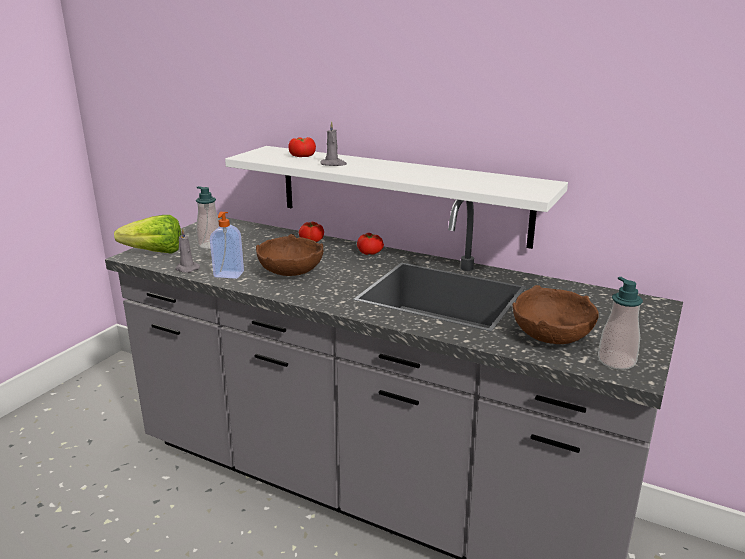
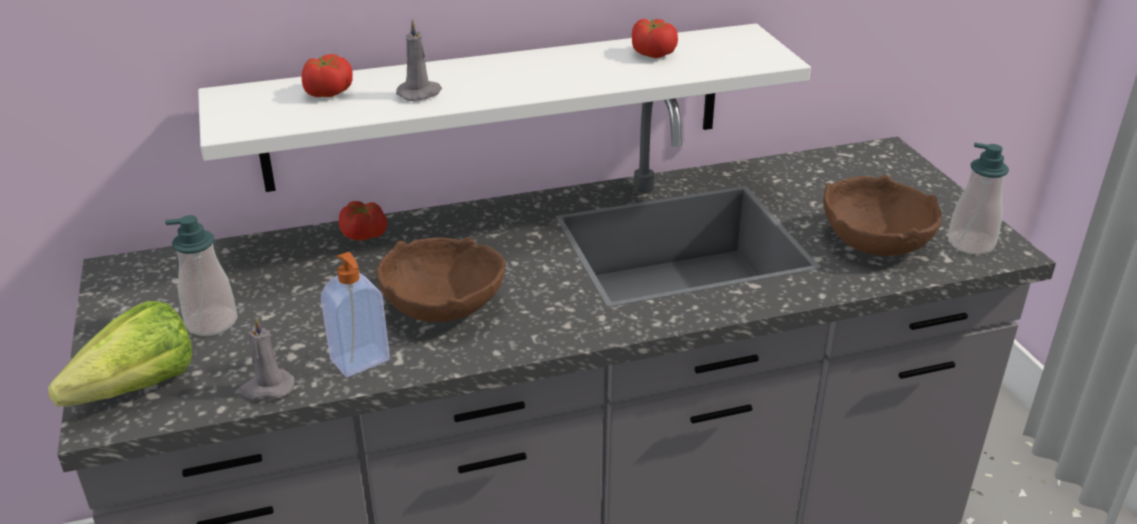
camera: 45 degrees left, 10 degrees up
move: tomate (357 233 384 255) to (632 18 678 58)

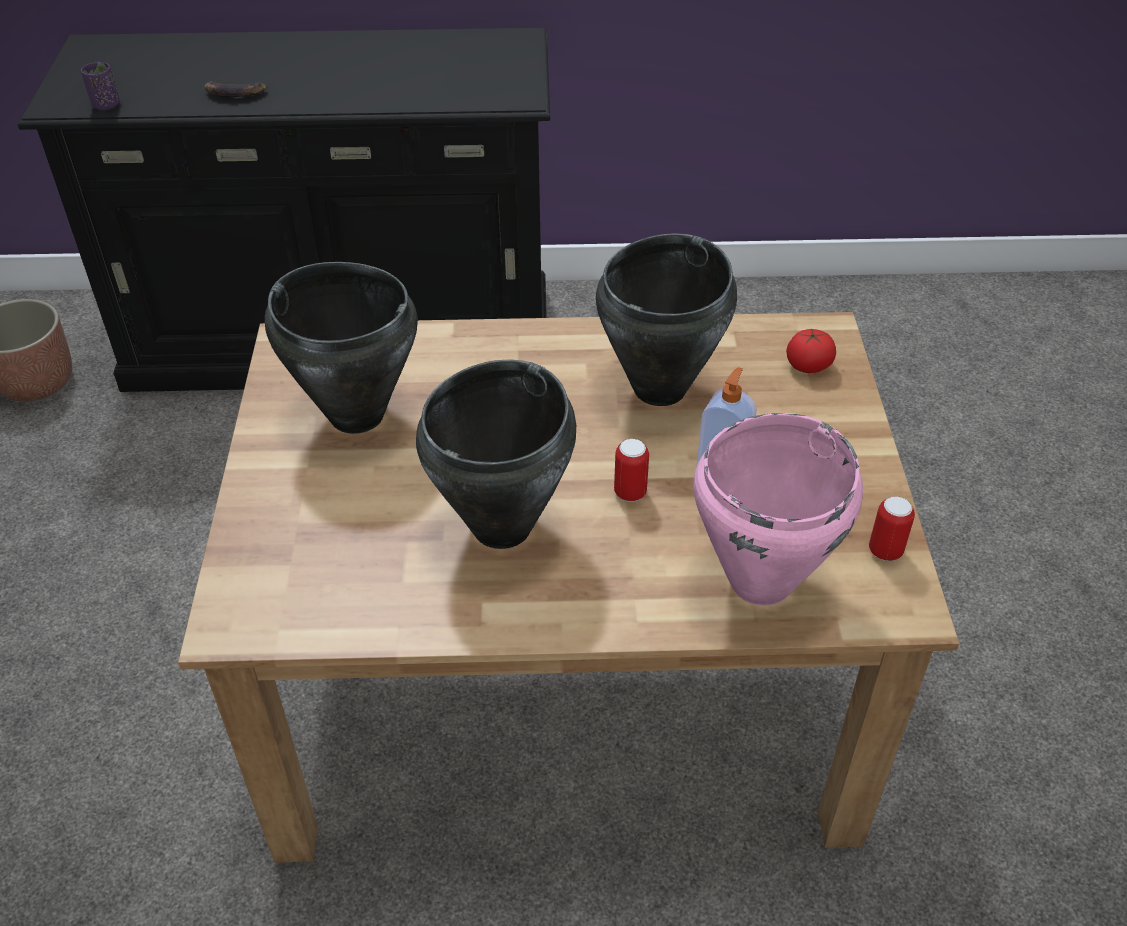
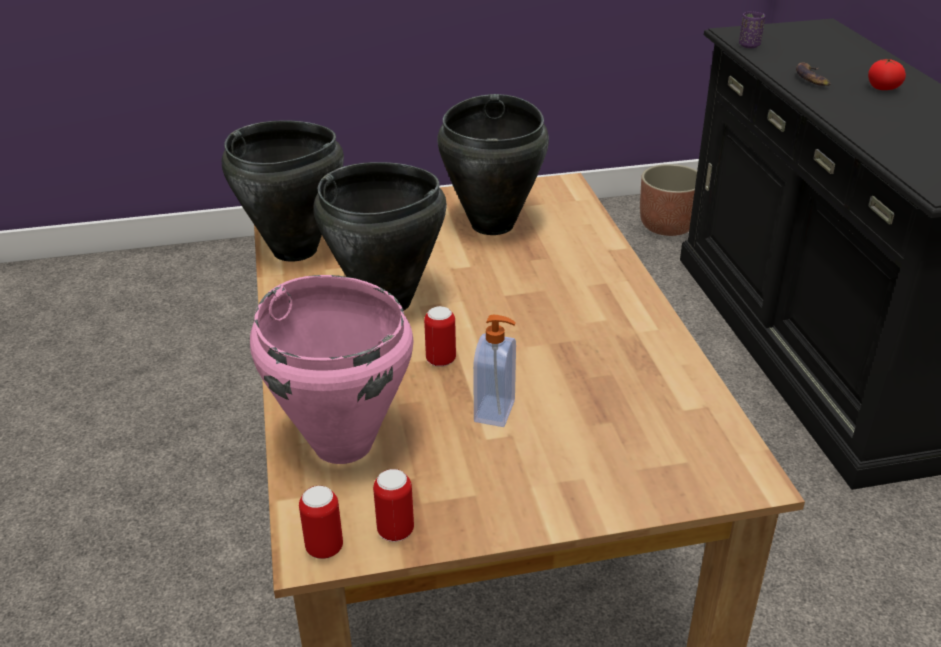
camera: 80 degrees right, 10 degrees down
insert: boîte métallique (299 486 343 559)
move: marmite [noir] (596 233 737 406) to (222 120 344 262); tomate (786 328 836 373) to (868 58 906 90)

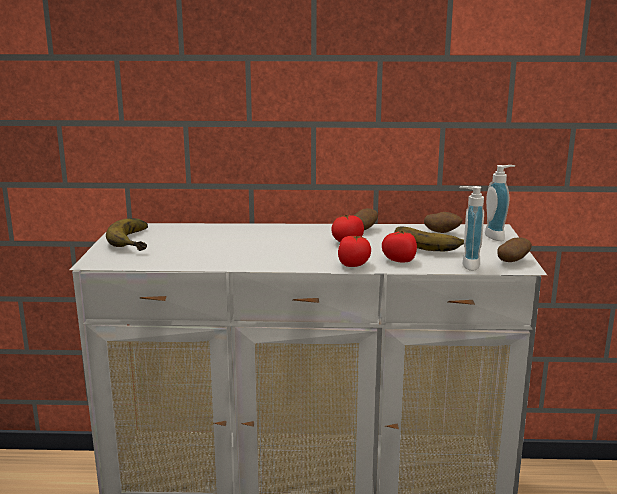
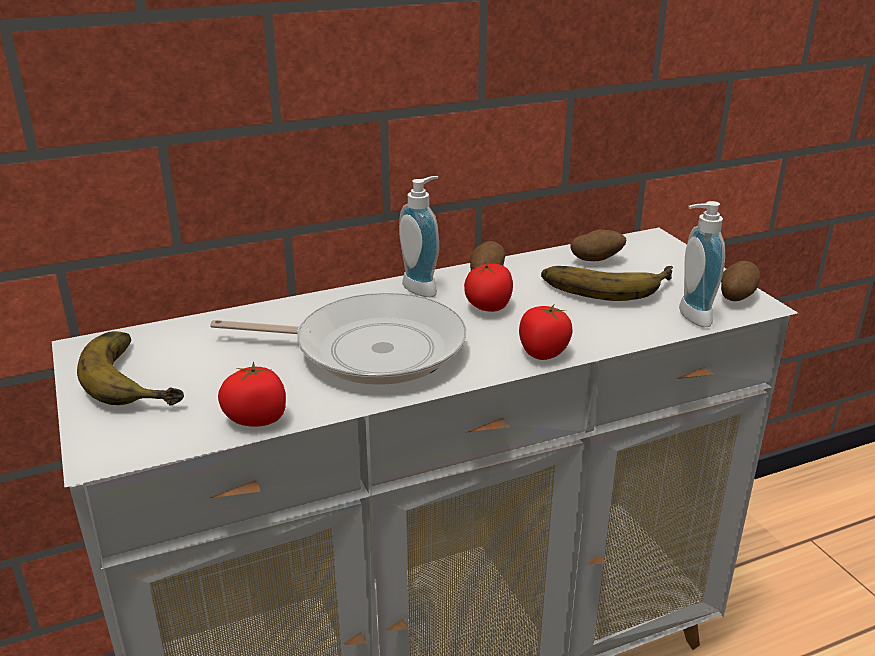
camera: 25 degrees left, 10 degrees up
insert: poêle (210 293 466 385)
move: tomate (382 230 417 263) to (218 361 286 427); distributeur de savon (485 165 515 241) to (399 176 439 297)

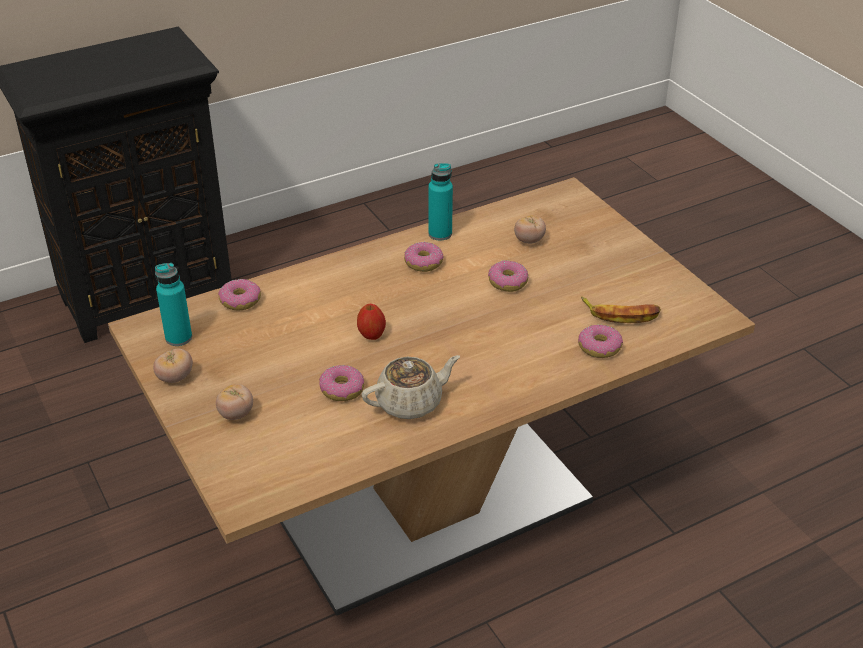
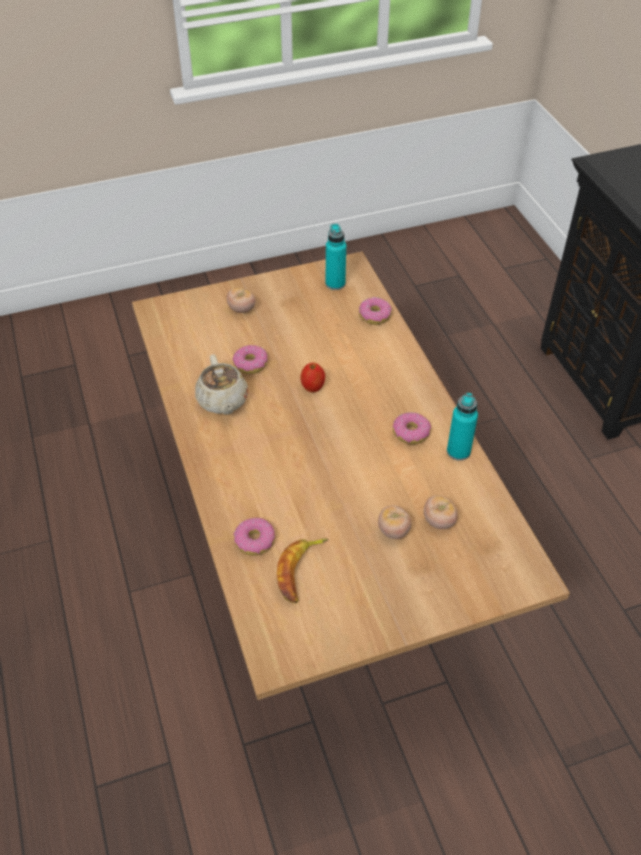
camera: 100 degrees right, 10 degrees up
delete: beignet (488 260 528 292)
move: tomate (153 348 193 383) to (378 505 411 539)

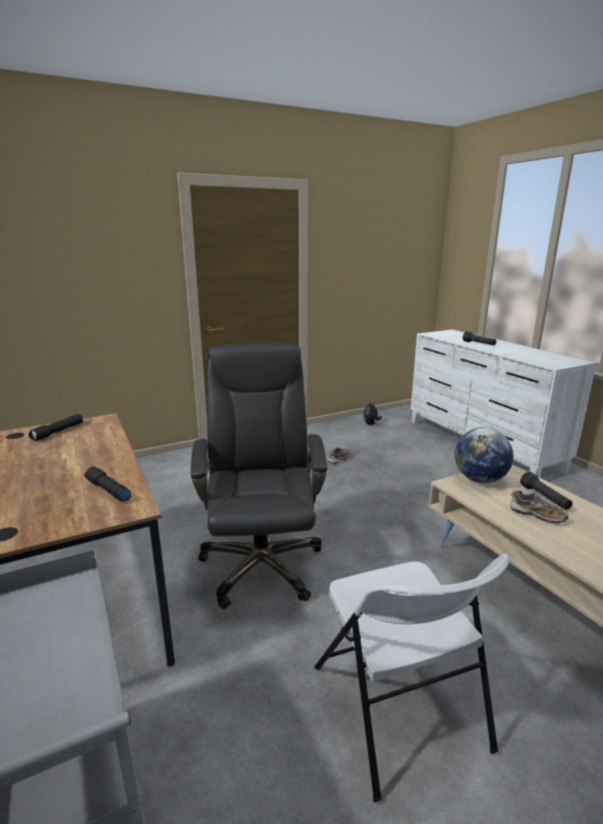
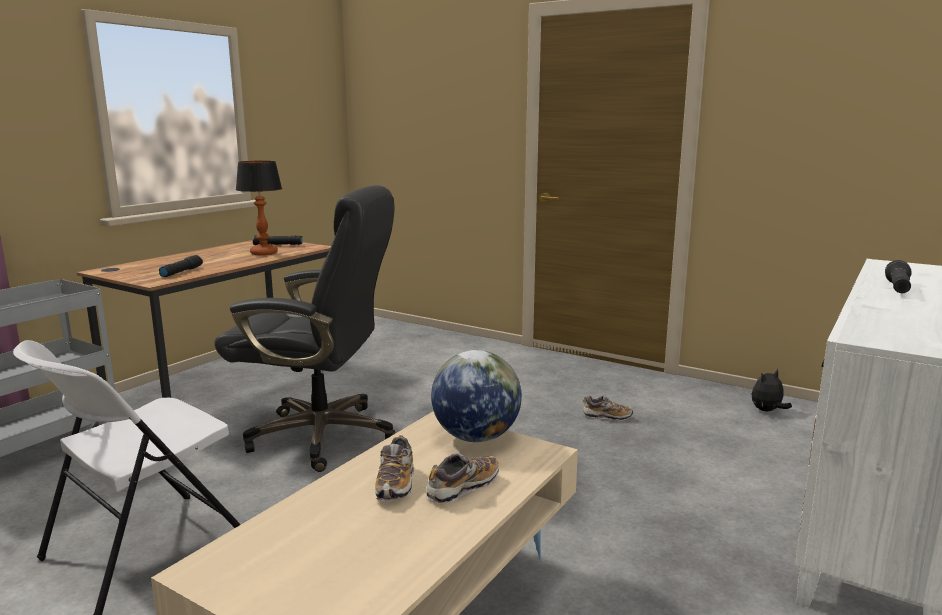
camera: 60 degrees right, 5 degrees down
insert: lampe de table (236 161 282 256)
replace: lampe de poche [noir] (520 472 573 510) to chaussure (426 453 499 503)
rotate: chaise de bureau [noir] (191 343 327 609) = (214 185 395 472) 45 degrees clockwise

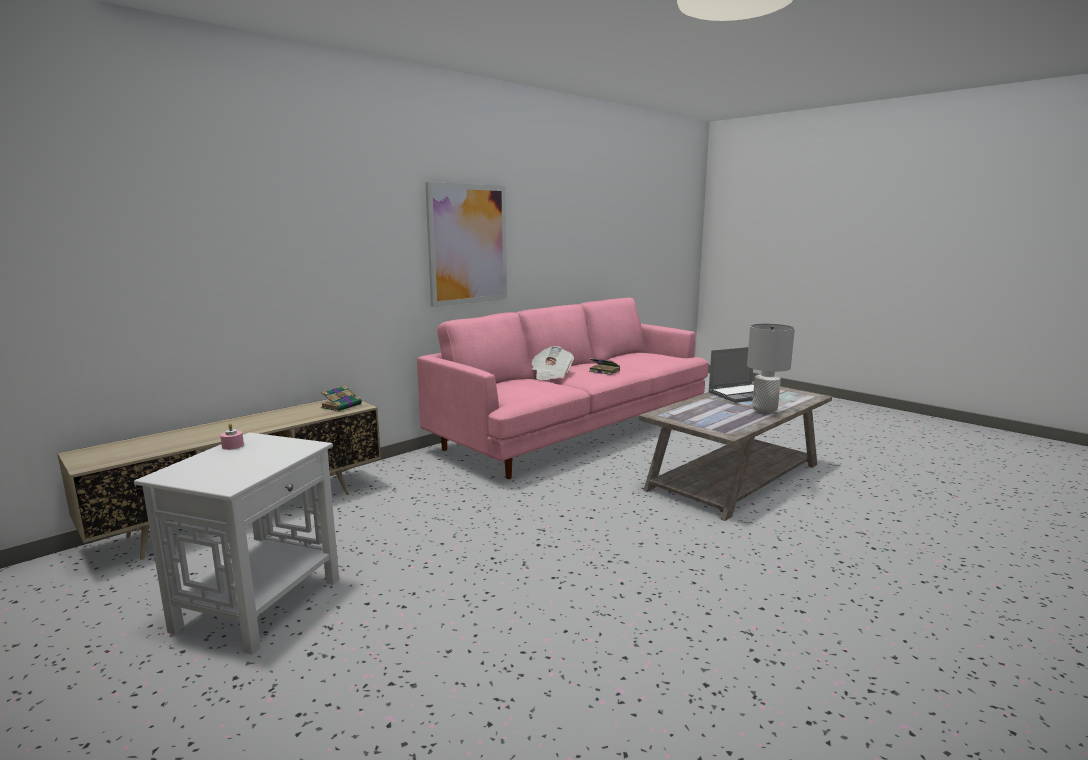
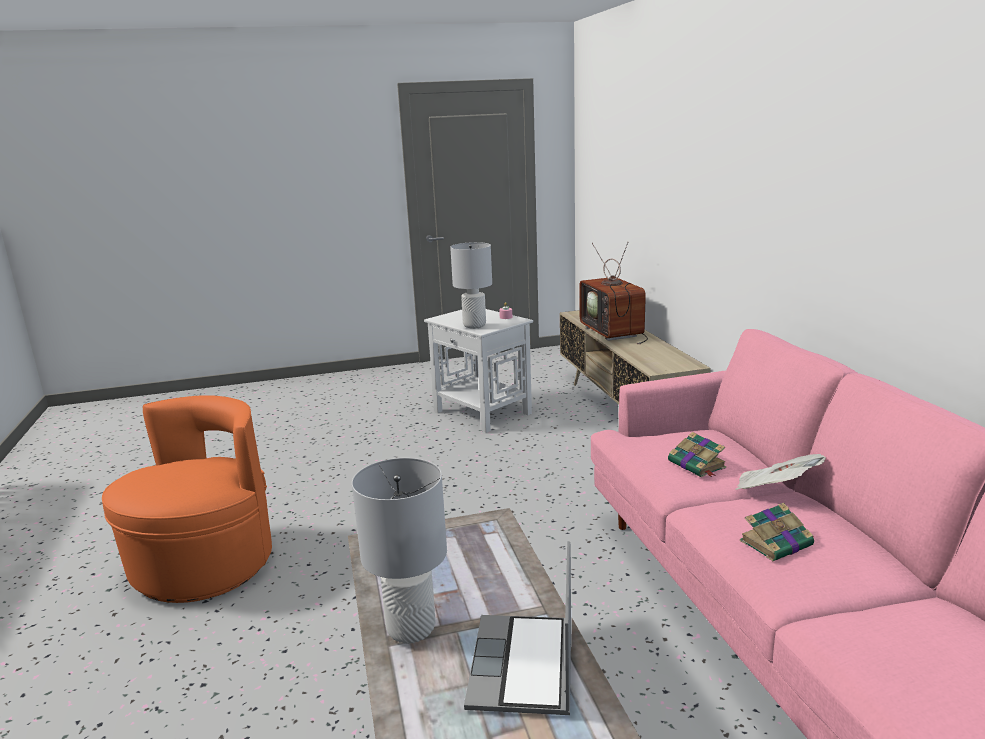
camera: 120 degrees right, 5 degrees up
delete: tableau (425 182 507 307)
insert: fauteuil [orange] (102 395 272 603); lampe de table [gris] (450 242 492 329); téléviseur (580 242 648 344)
move: livre (321 385 363 412) to (668 432 726 477)

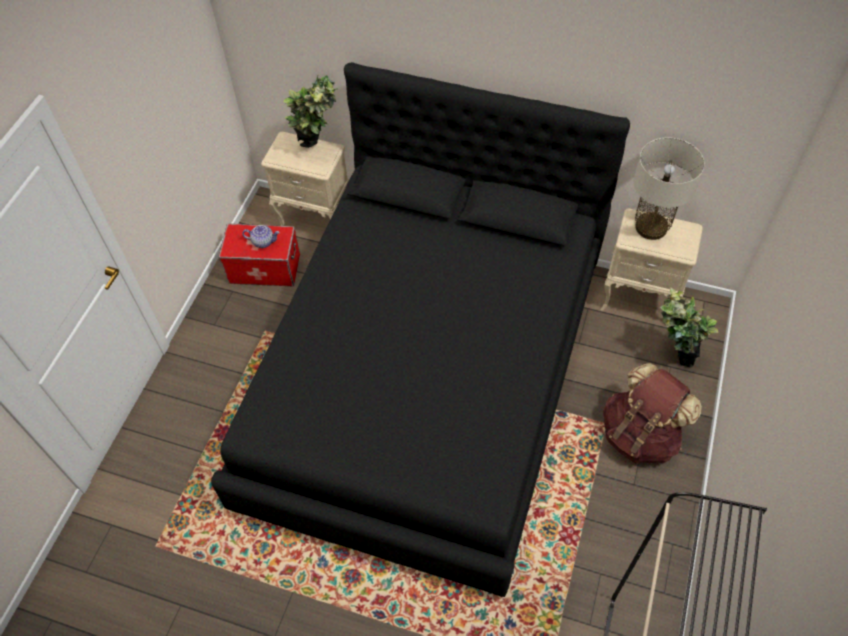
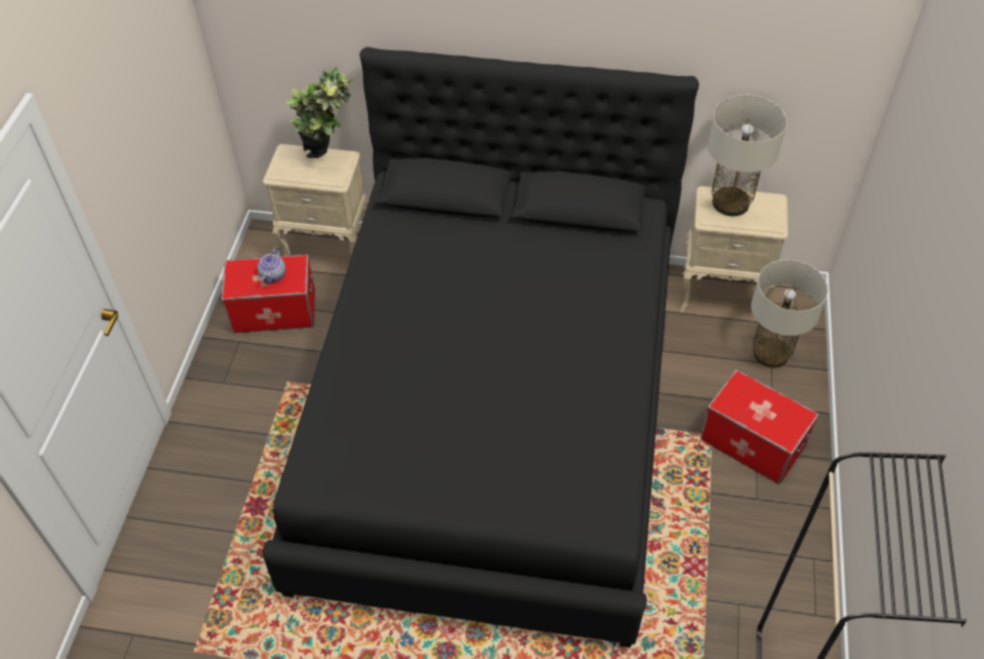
camera: 10 degrees left, 5 degrees down
replace: sac à dos [marron] (603 363 702 463) to boîte de rangement (700 369 819 485); plante en pot (660 287 718 368) to lampe de table (751 260 828 368)
rotate: théière (242 225 280 248) = (257 247 286 284) 105 degrees clockwise

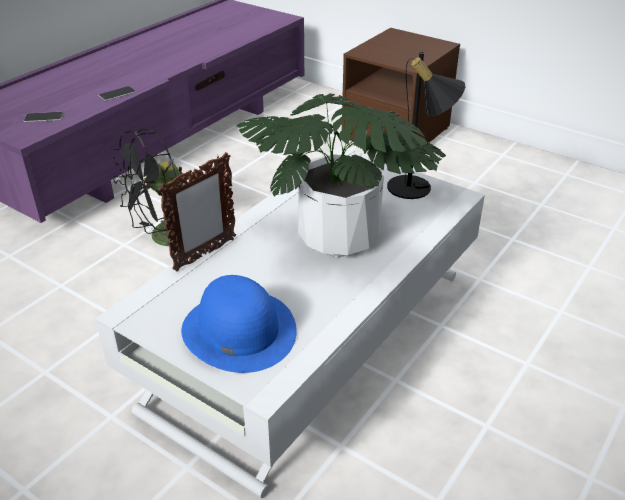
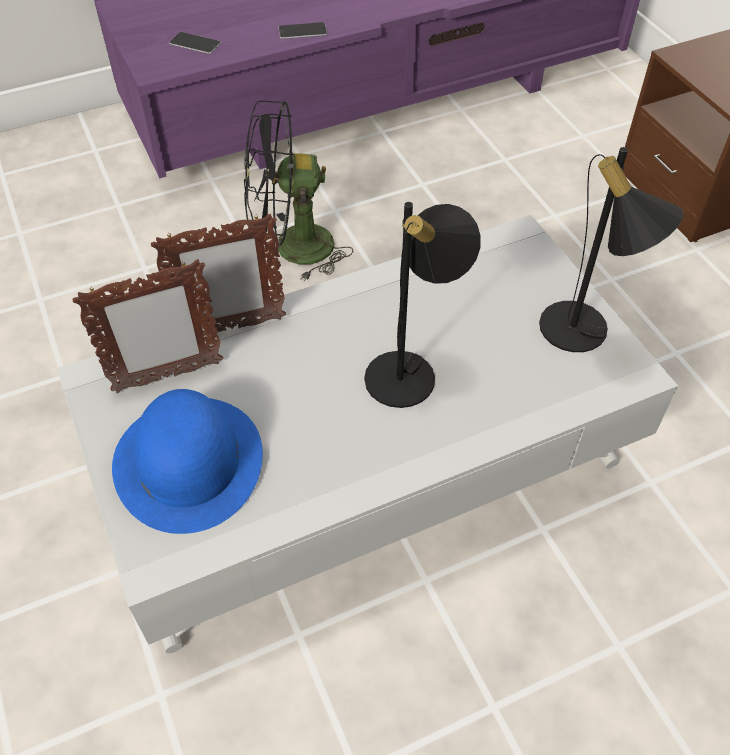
camera: 30 degrees right, 15 degrees up
insert: cadre photo (72 259 223 393)
replace: plante en pot (236 93 446 257) to lampe de table [noir] (364 202 481 408)

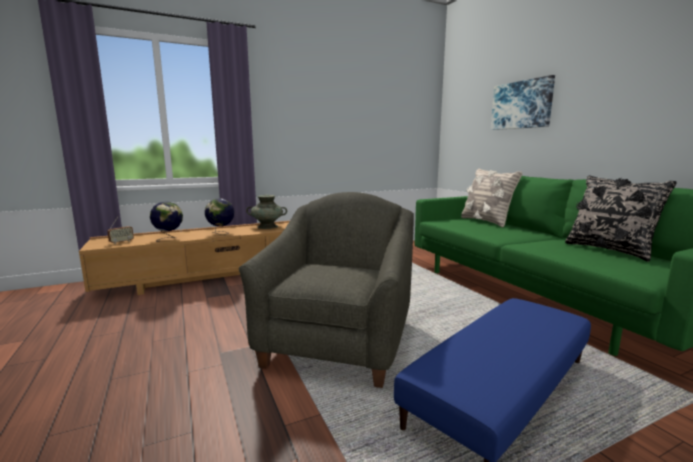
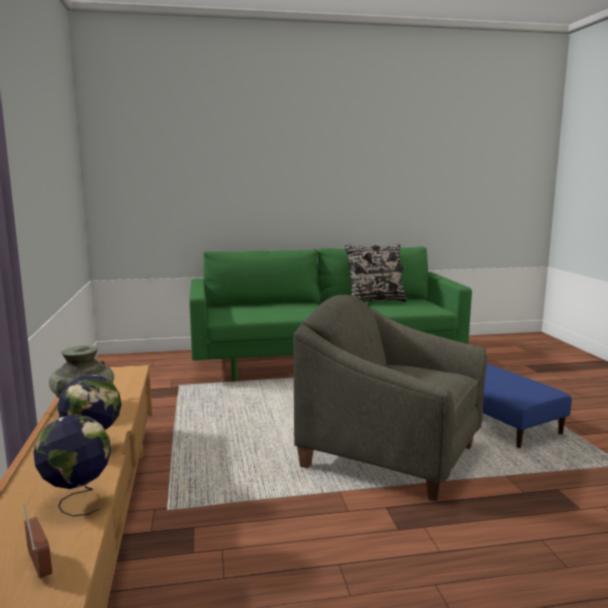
camera: 75 degrees left, 0 degrees up
delete: coussin [beige] (461 169 522 227); tableau (491 75 555 130)

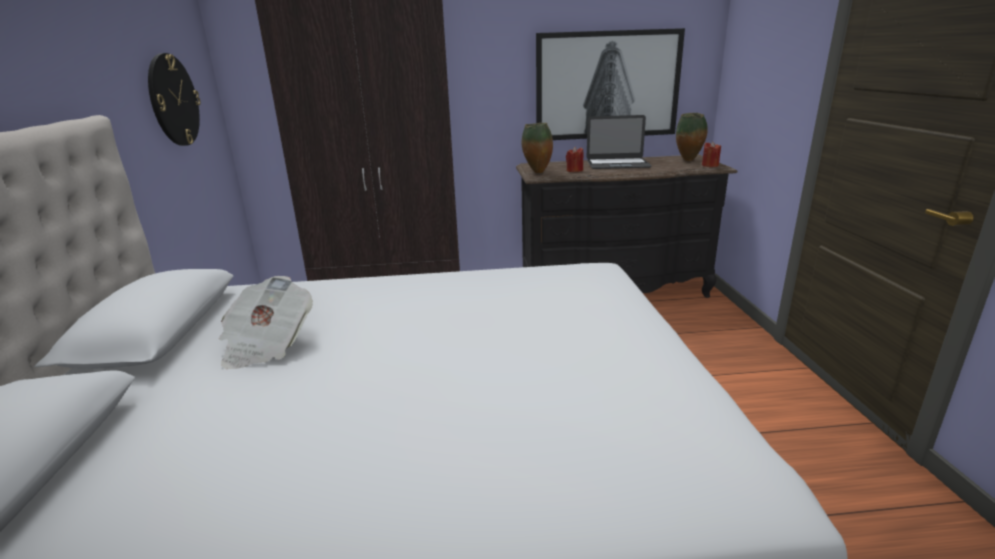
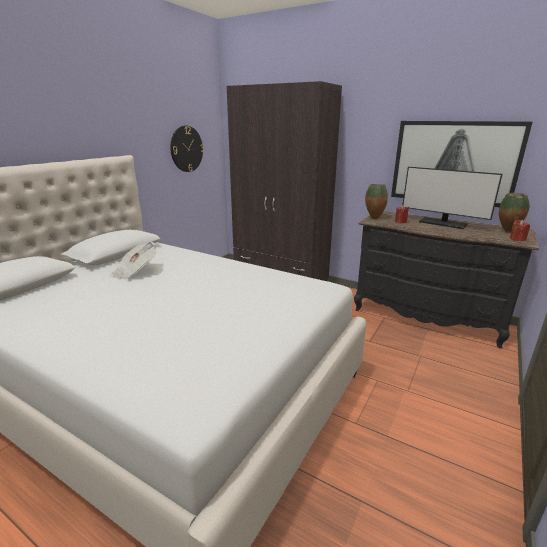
camera: 35 degrees right, 0 degrees up
replace: ordinateur portable (587 115 652 169) to écran d'ordinateur (402 167 502 229)

